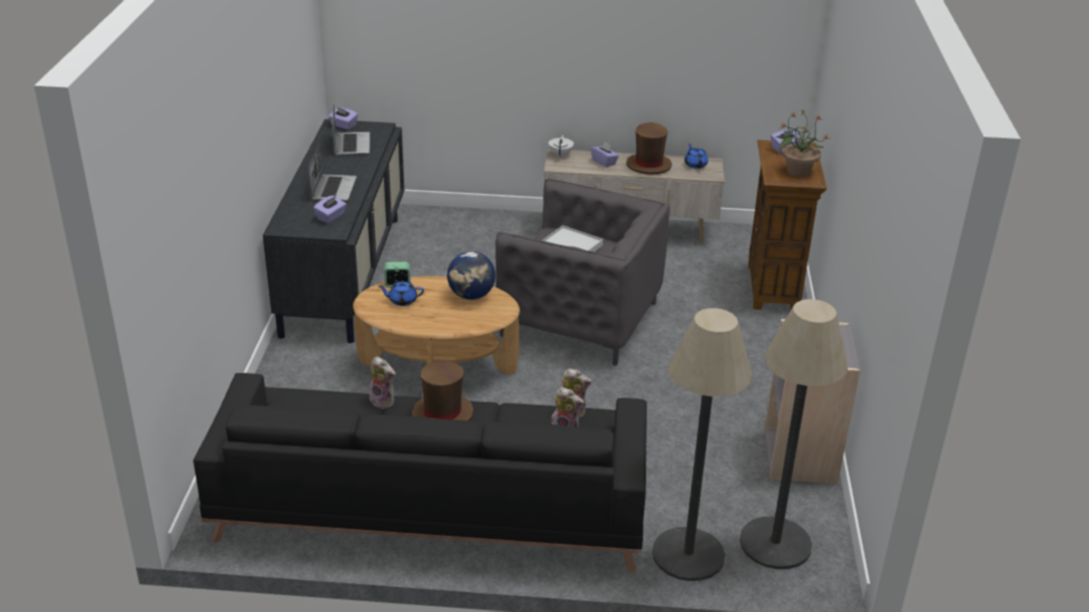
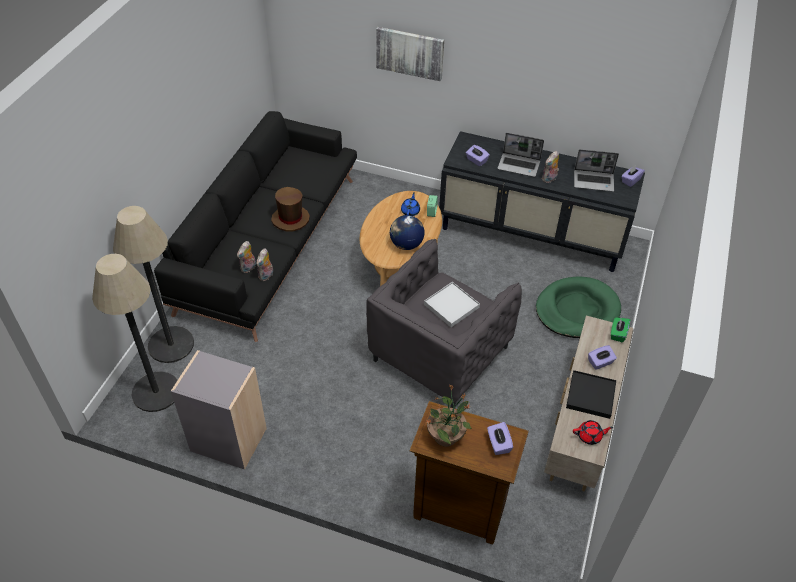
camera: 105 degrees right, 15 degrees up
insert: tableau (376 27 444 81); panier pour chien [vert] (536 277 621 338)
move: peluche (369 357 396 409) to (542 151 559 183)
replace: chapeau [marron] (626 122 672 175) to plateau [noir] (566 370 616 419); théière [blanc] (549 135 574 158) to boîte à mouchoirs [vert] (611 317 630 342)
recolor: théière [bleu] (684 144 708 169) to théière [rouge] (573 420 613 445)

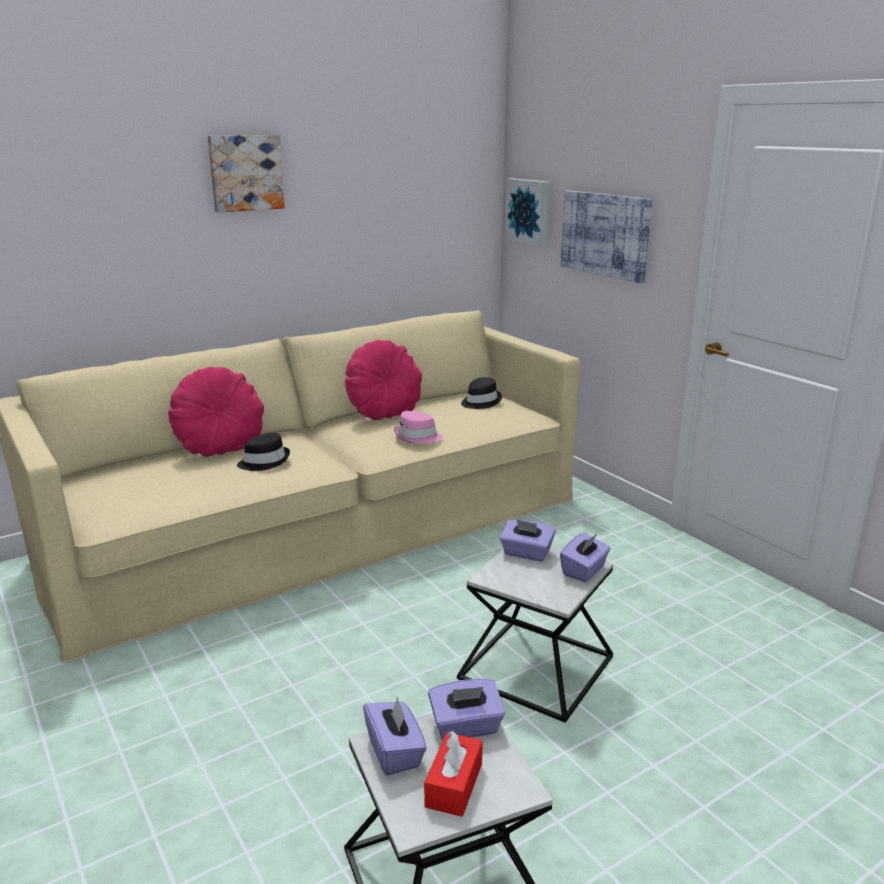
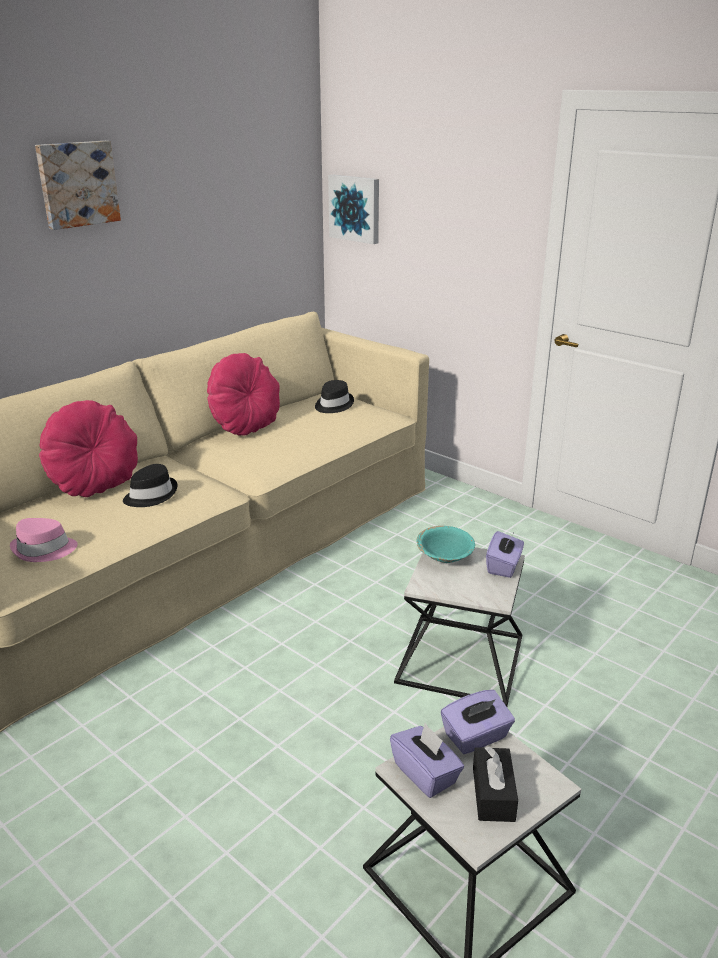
camera: 15 degrees left, 5 degrees up
delete: tableau (561 191 652 283)
move: chapeau [rose] (394 411 443 444) to (10 518 78 562)
replace: boîte à mouchoirs [violet] (500 519 556 561) to bol [turquoise] (417 526 475 563)
recolor: boîte à mouchoirs [rouge] (424 731 483 817) to boîte à mouchoirs [noir] (473 747 518 822)

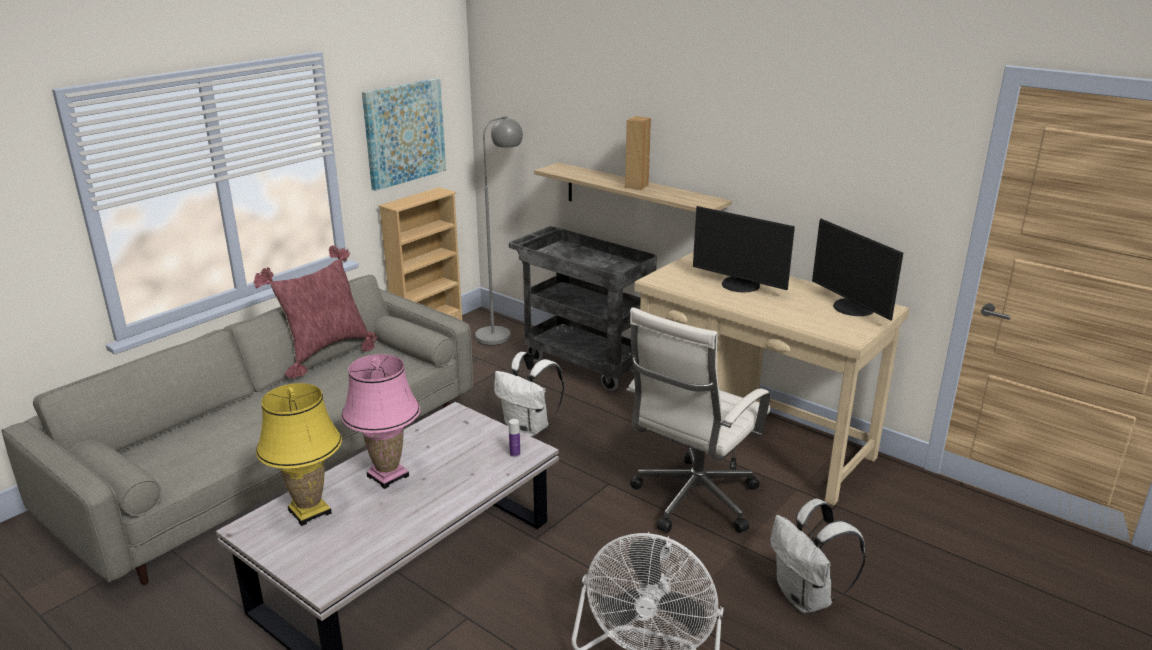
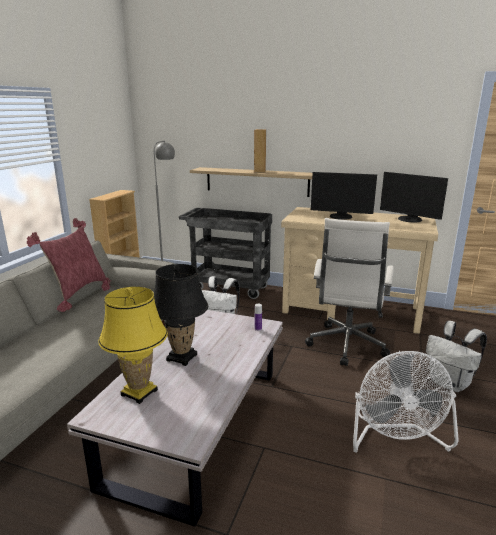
camera: 20 degrees left, 5 degrees down
delete: tableau (362 78 446 191)
recolor: lampe de table [rose] (341 354 420 489) to lampe de table [noir] (154 264 208 366)

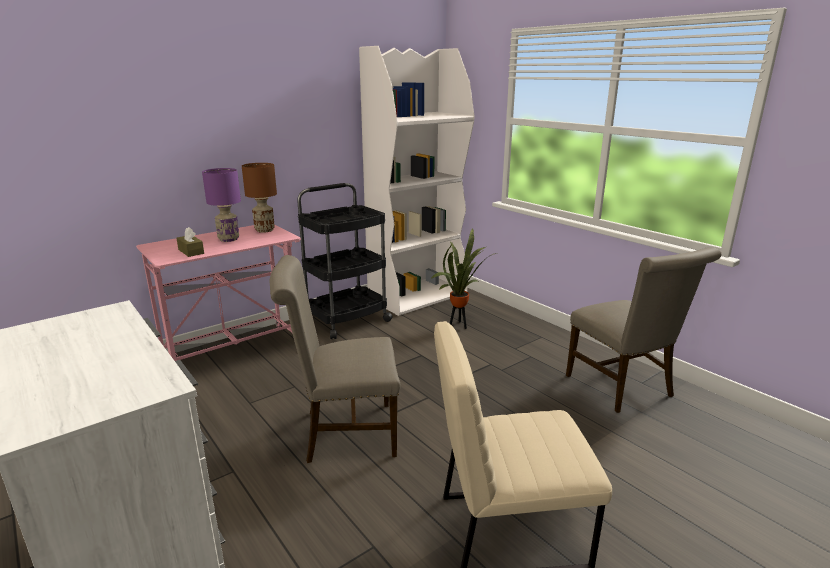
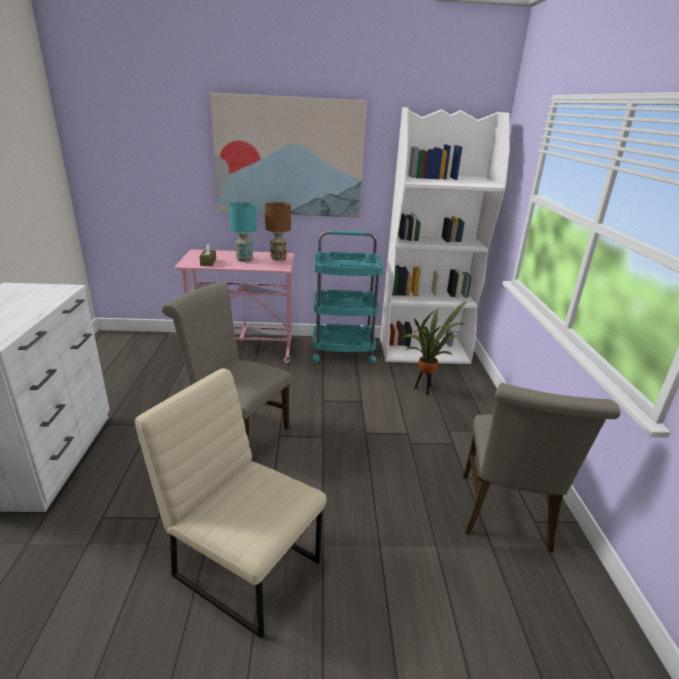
camera: 35 degrees right, 5 degrees up
insert: tableau (210 92 367 218)
recolor: lampe de table [violet] (202 168 241 242) to lampe de table [turquoise] (229 202 257 262); chariot [noir] (298 183 392 339) to chariot [turquoise] (312 231 383 364)

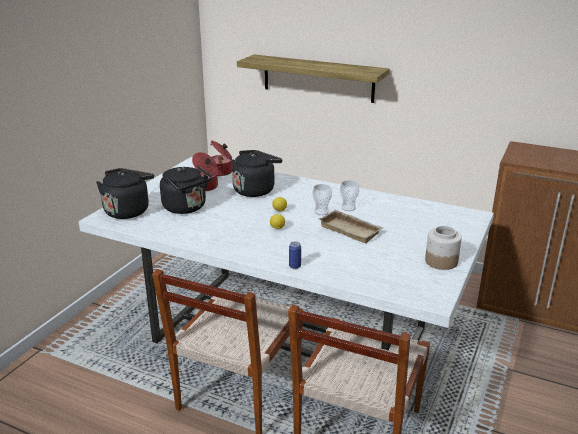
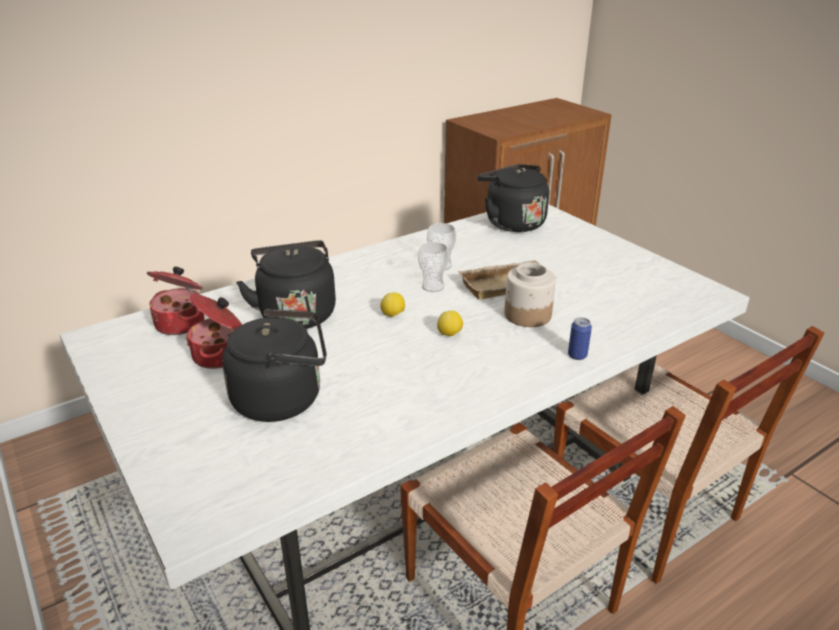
camera: 60 degrees left, 5 degrees up
delete: étagère (237 55 389 103)
move: bouilloire [noir] (96 168 154 219) to (477 164 549 232); bocal (425 226 462 270) to (504 263 556 327)

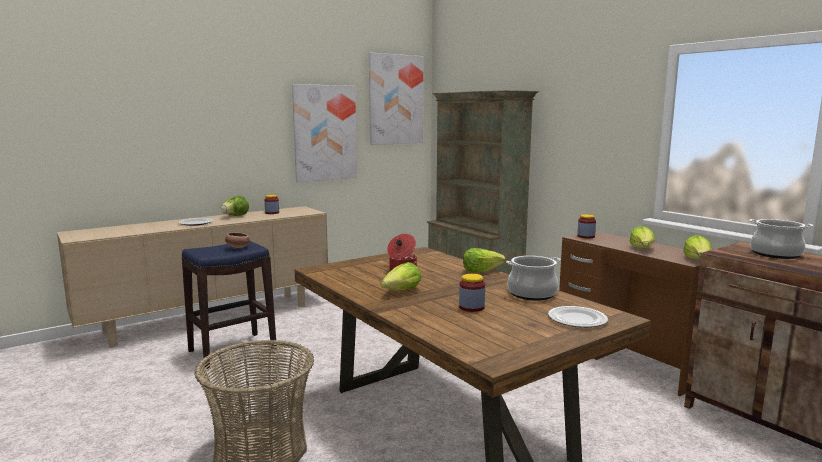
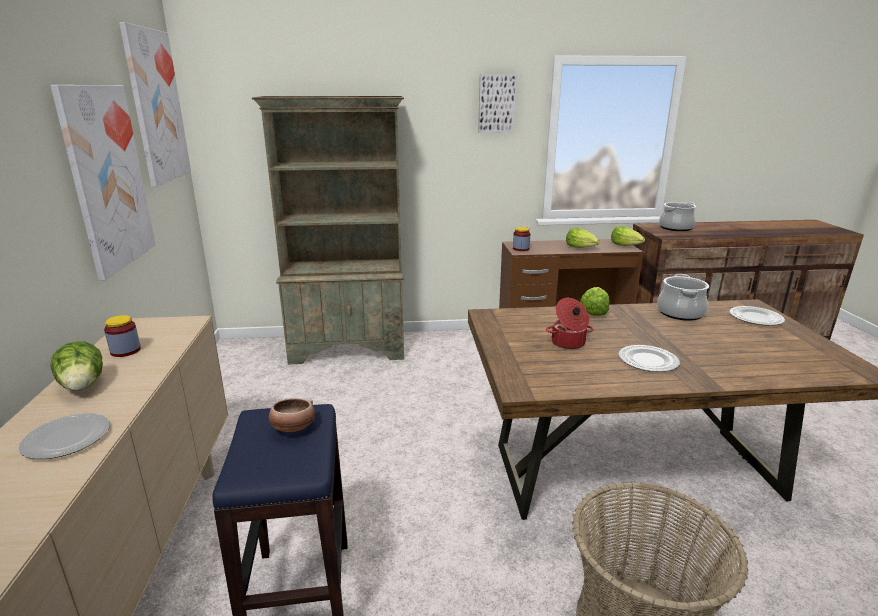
camera: 60 degrees left, 10 degrees up
delete: bocal (459 274 485 312)
insert: tableau (478 74 517 133)
replace: laitue (381 262 421 290) to assiette (618 345 680 372)

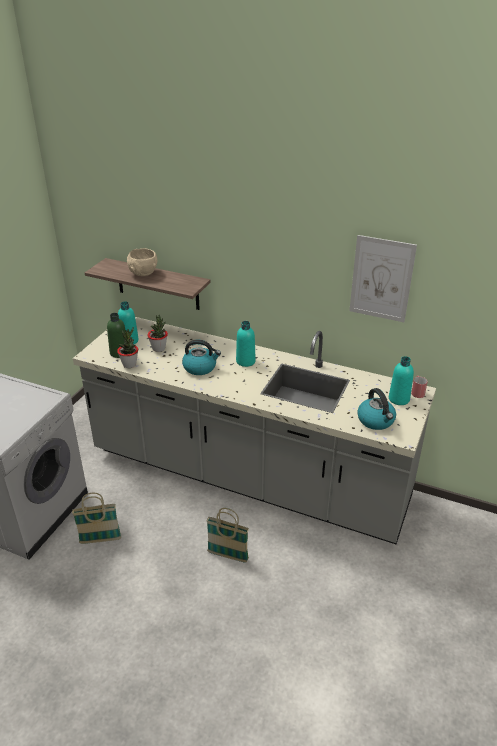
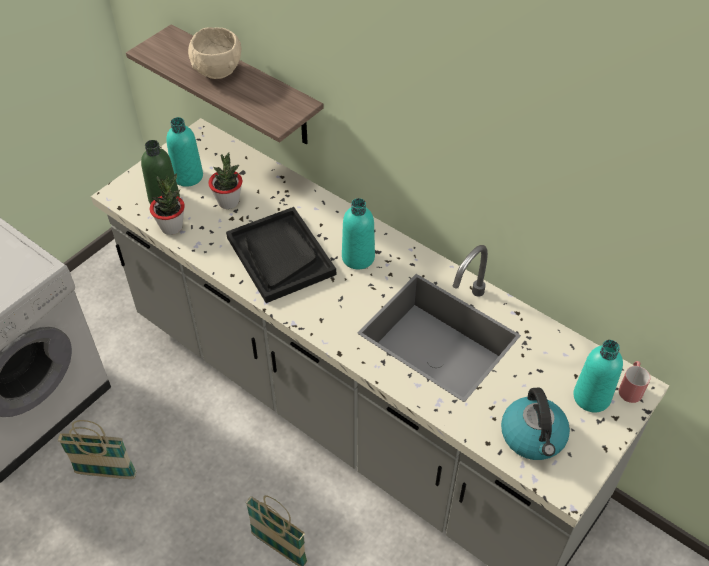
camera: 15 degrees right, 15 degrees up
delete: tableau (349 235 417 322)
replace: bouilloire (182 340 221 375) to plateau [noir] (226 207 336 303)

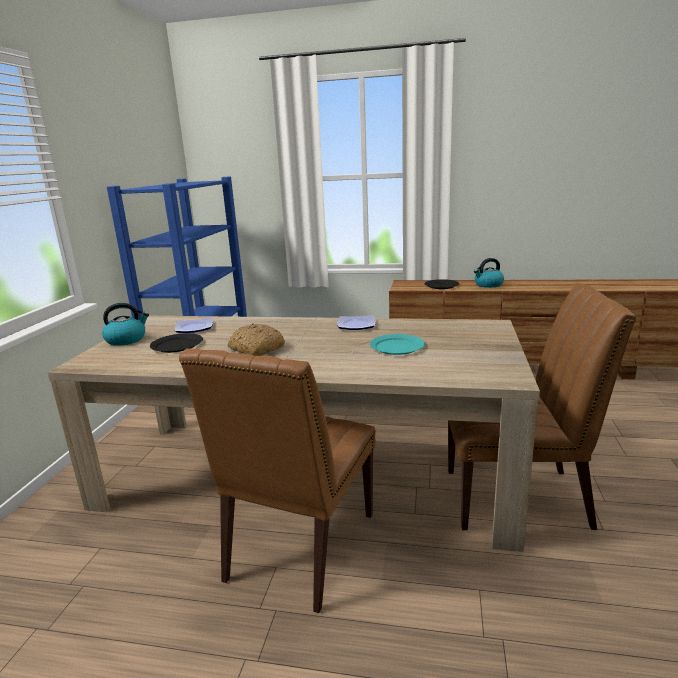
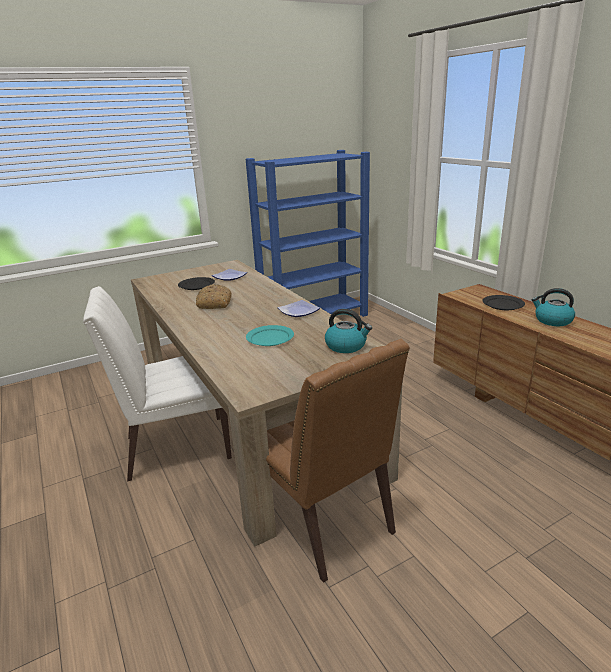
camera: 50 degrees right, 5 degrees up
move: bouilloire (102 303 149 346) to (325 309 372 353)
recolor: chaise [marron] (179 348 376 613) to chaise [blanc] (83 286 232 481)

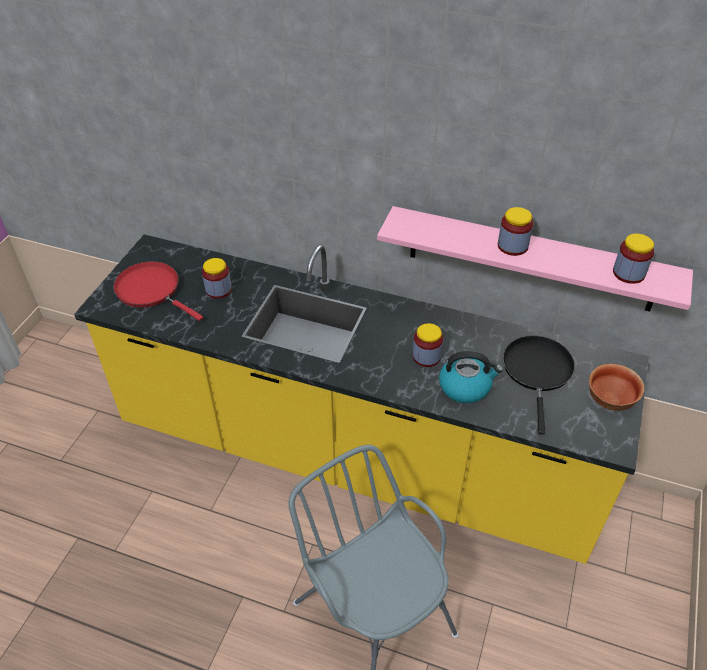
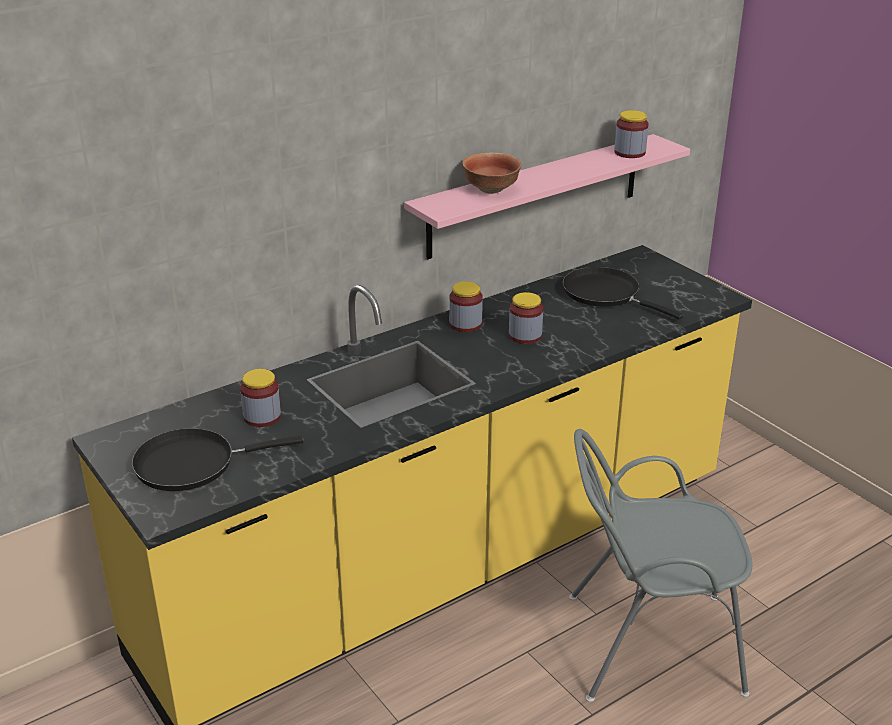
camera: 55 degrees left, 15 degrees down
delete: bouilloire (439 351 503 403)
move: bocal (498 207 533 256) to (449 281 483 332); bol (589 364 645 411) to (462 152 522 194)
recolor: poêle [rouge] (113 261 203 321) to poêle [noir] (132 428 304 491)

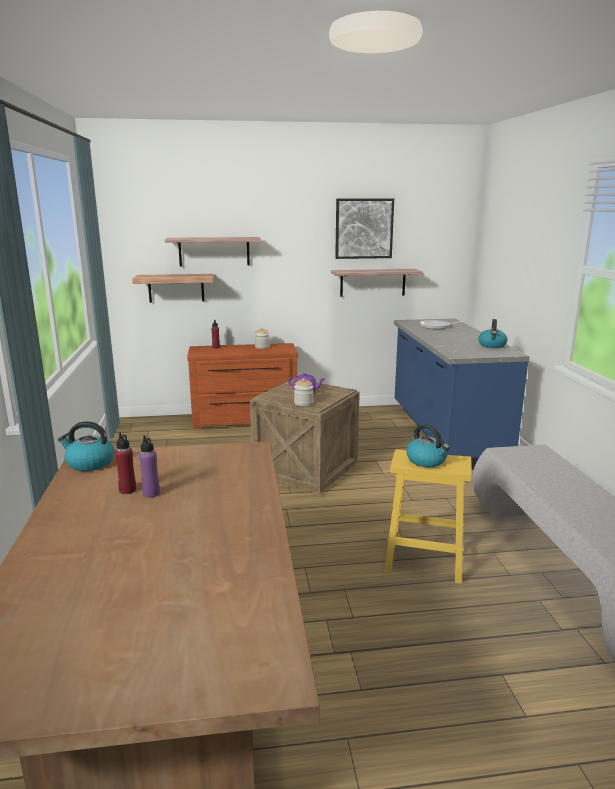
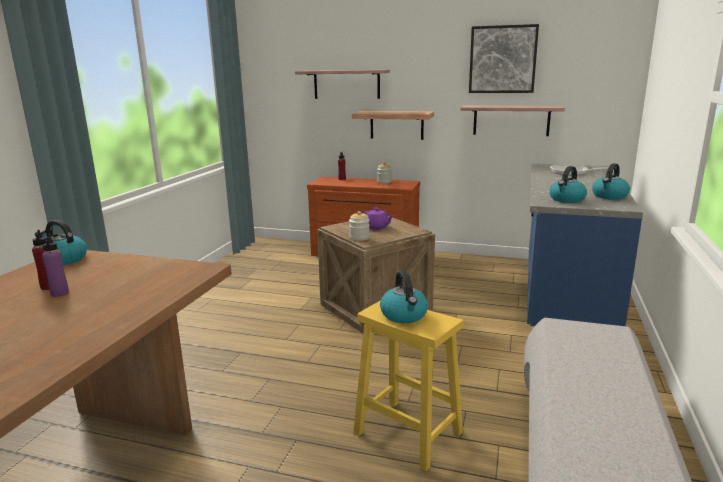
camera: 25 degrees right, 0 degrees up
insert: bouilloire (549 166 587 203)
move: étagère (132 274 214 303) to (352 111 434 140)

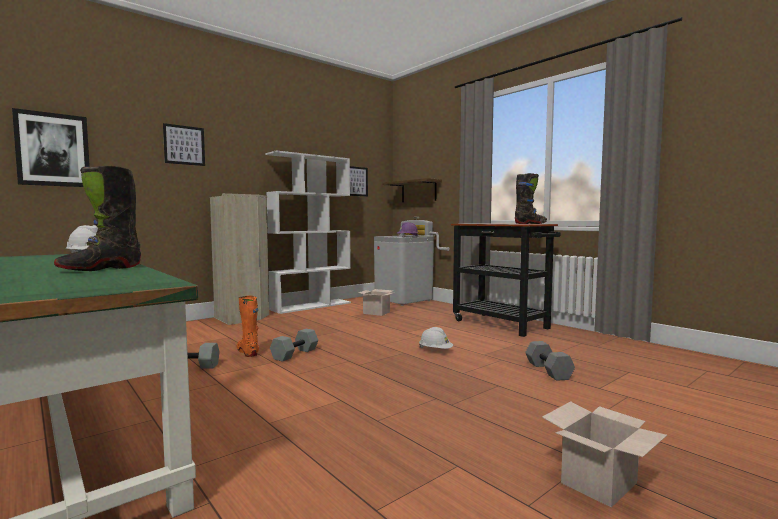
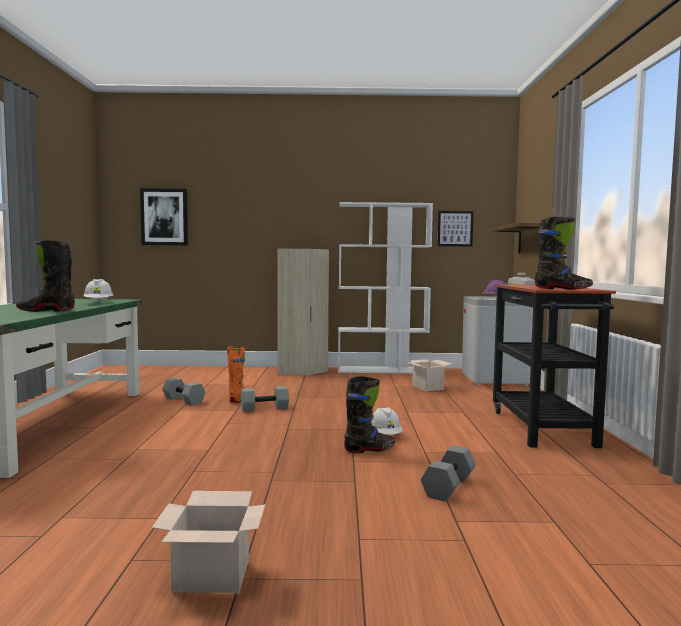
camera: 40 degrees right, 0 degrees up
delete: tableau (163 123 205 166)
insert: botte [noir] (344 376 395 453)

